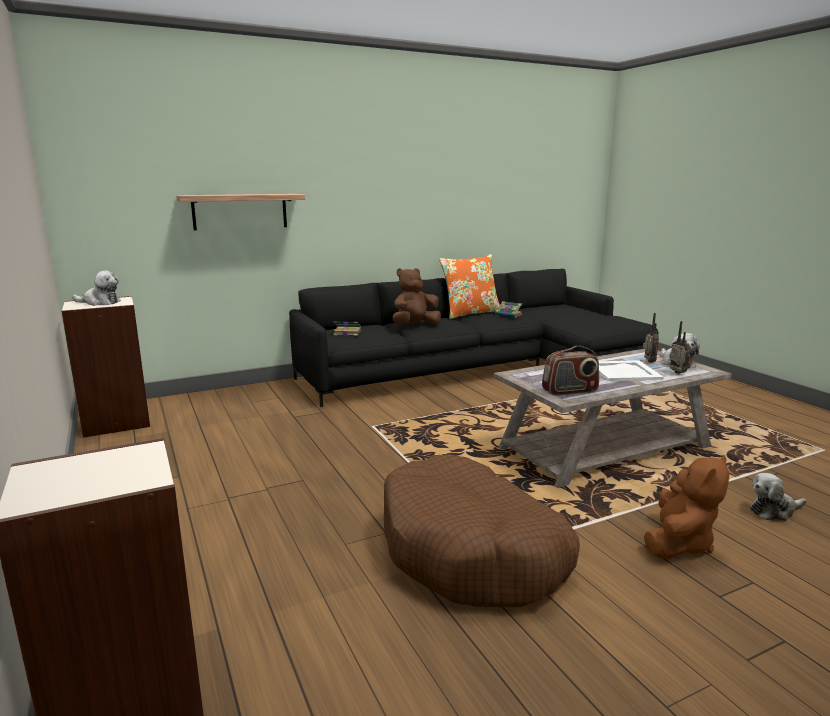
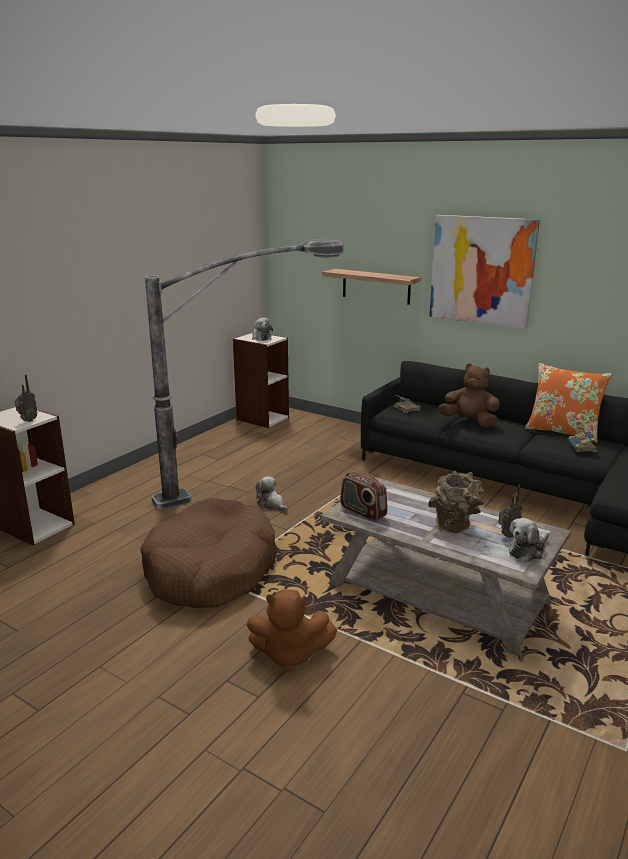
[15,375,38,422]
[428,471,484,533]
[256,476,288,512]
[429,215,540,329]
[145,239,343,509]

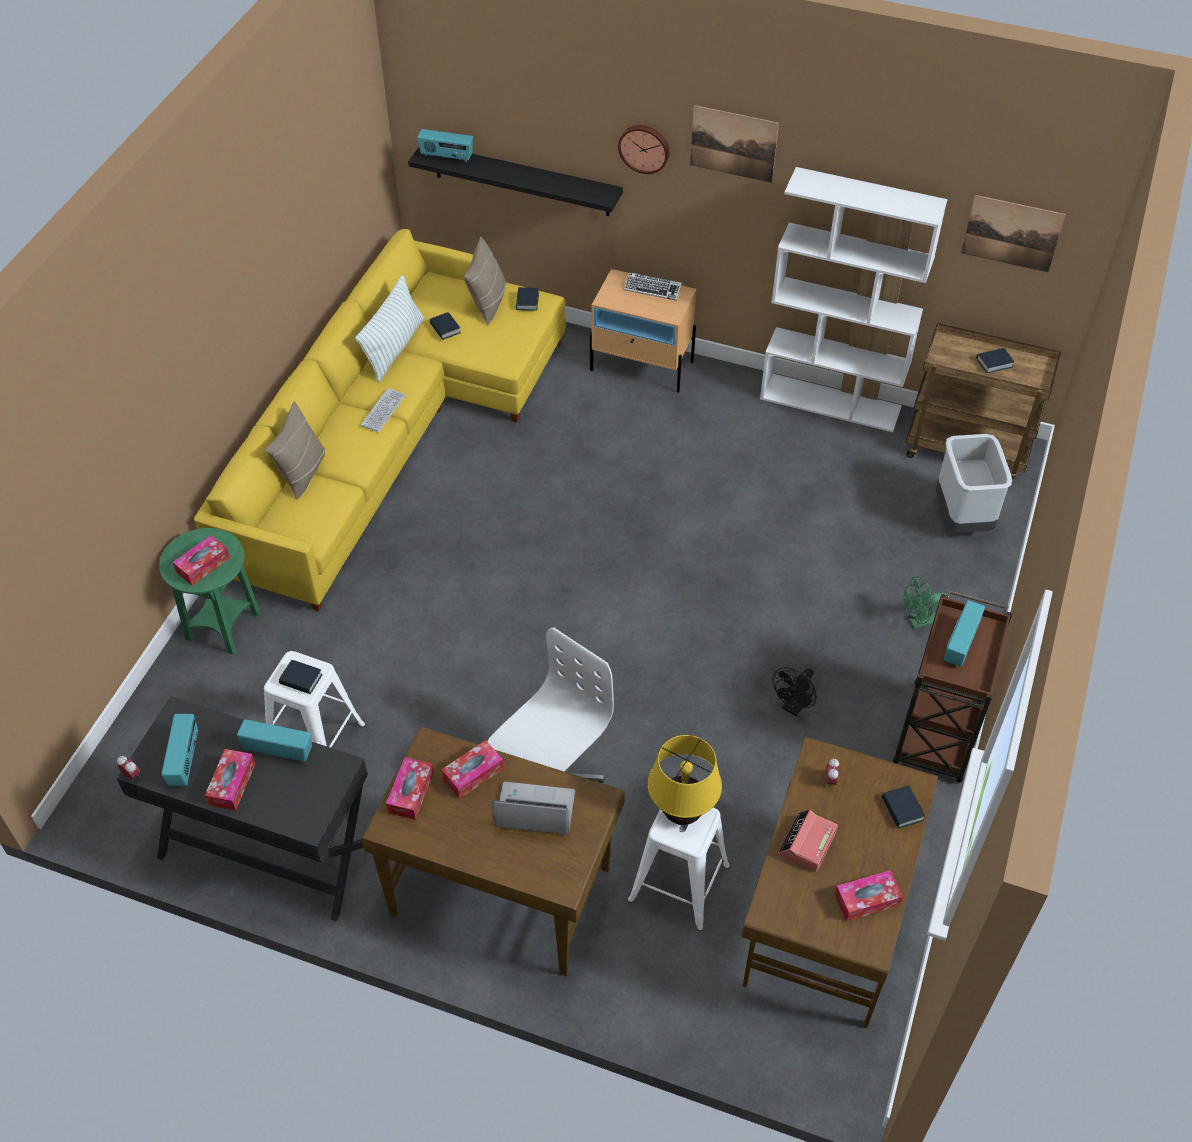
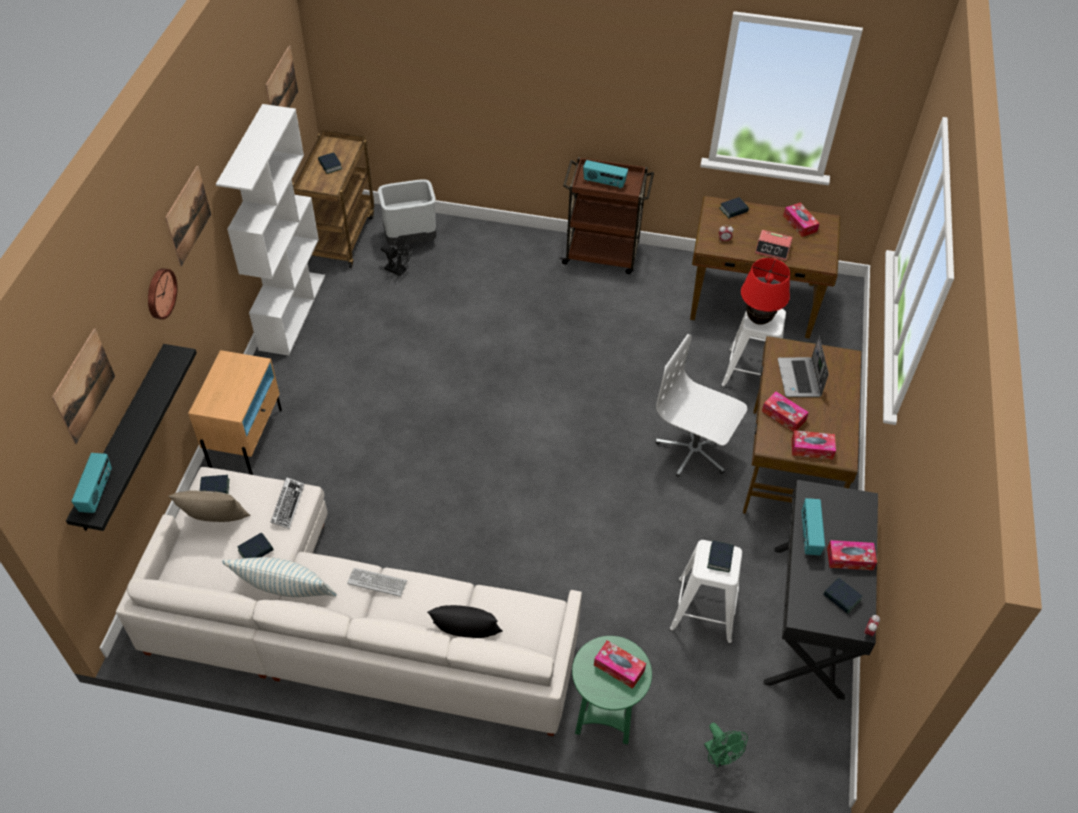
[116,467,582,736]
[270,477,304,529]
[427,605,503,638]
[704,723,748,767]
[381,236,411,276]
[823,578,862,614]
[741,258,790,325]
[52,328,115,444]

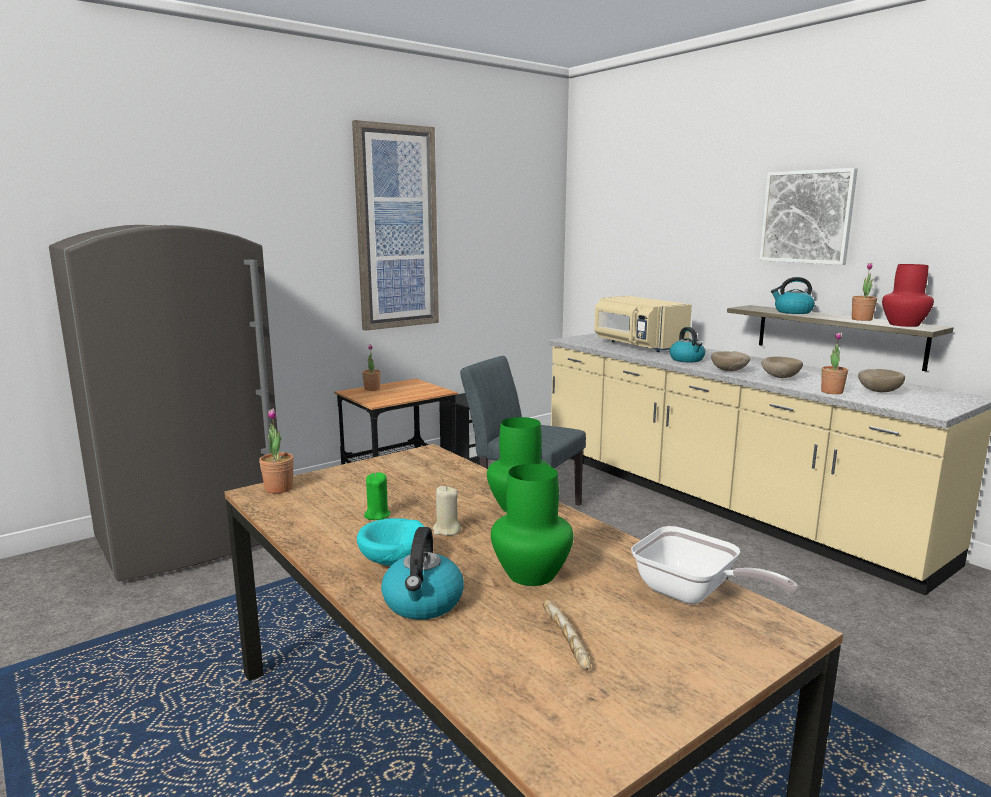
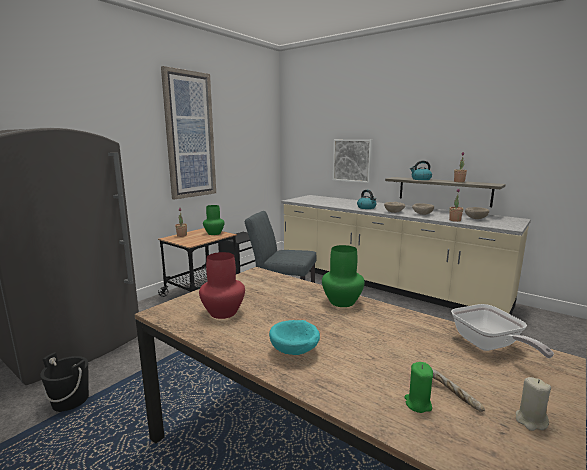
[333,139,372,183]
[199,252,245,319]
[594,296,692,352] (first image)
[259,409,294,494] (first image)
[203,205,225,235]
[404,362,433,413]
[516,377,551,431]
[451,304,554,358]
[381,527,464,620] (first image)
[40,352,89,412]

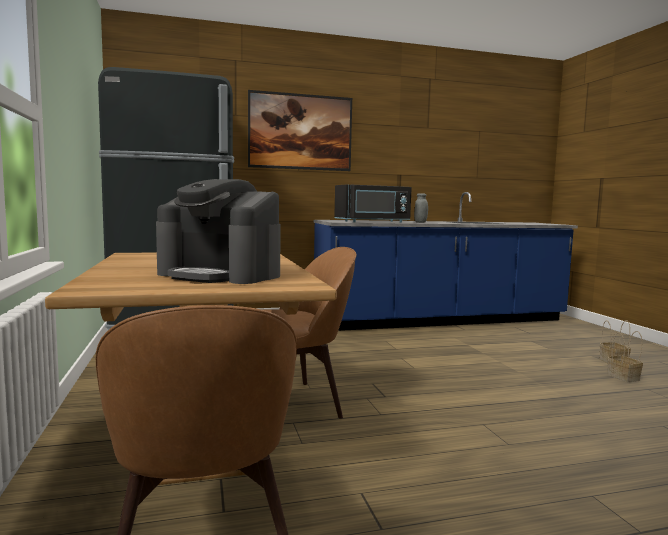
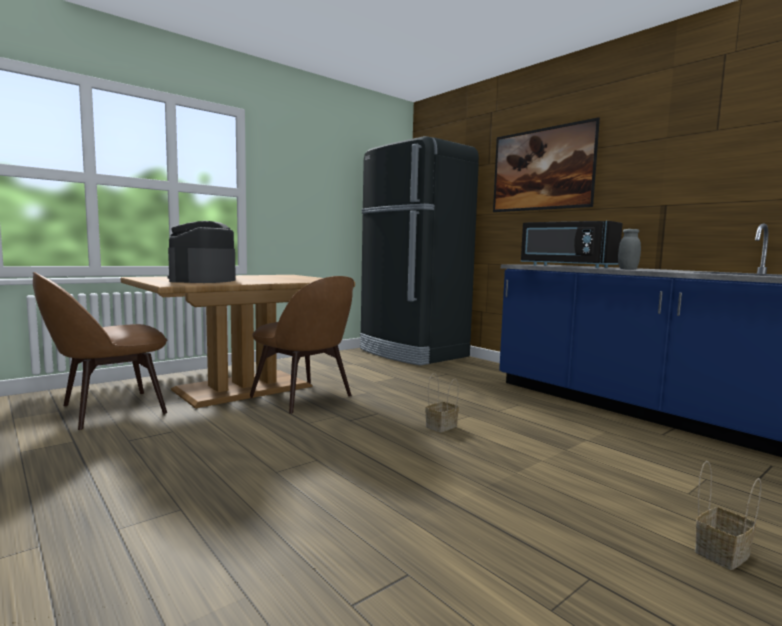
[425,373,459,433]

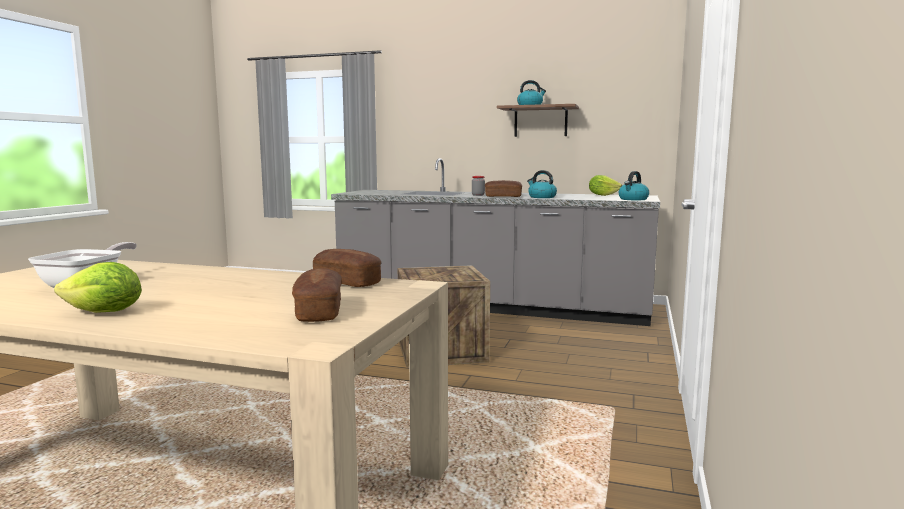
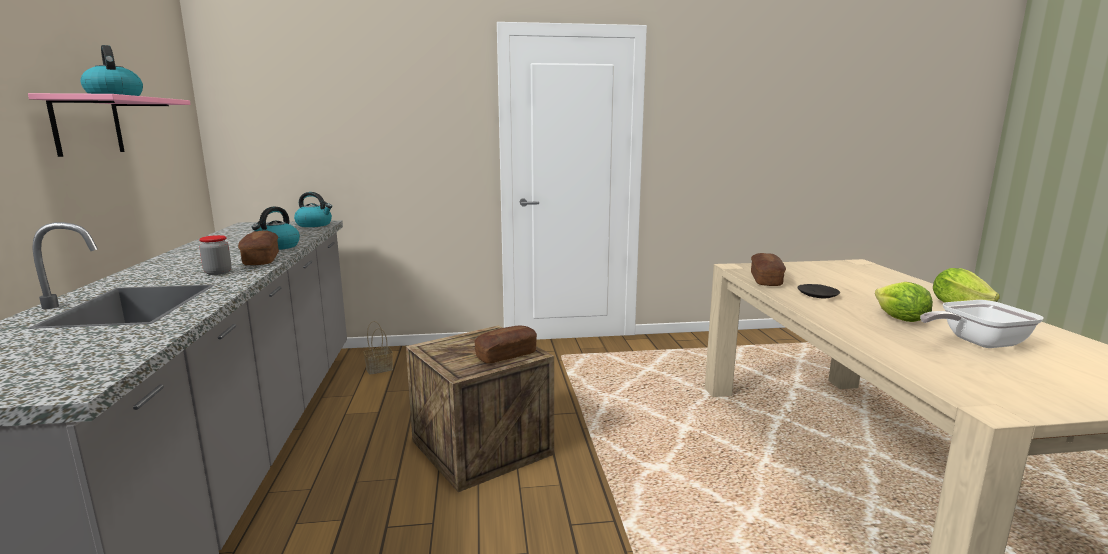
[28,93,191,157]
[875,282,933,322]
[474,326,537,363]
[797,284,840,298]
[364,321,393,375]

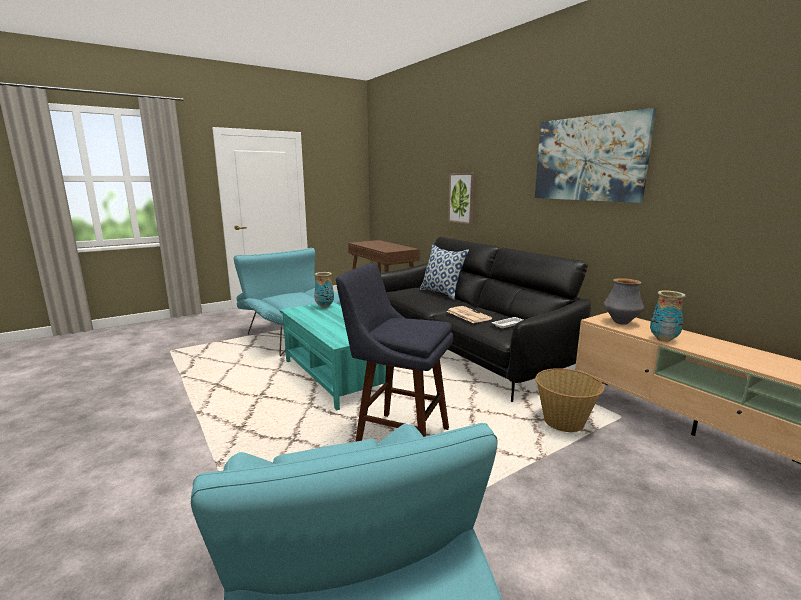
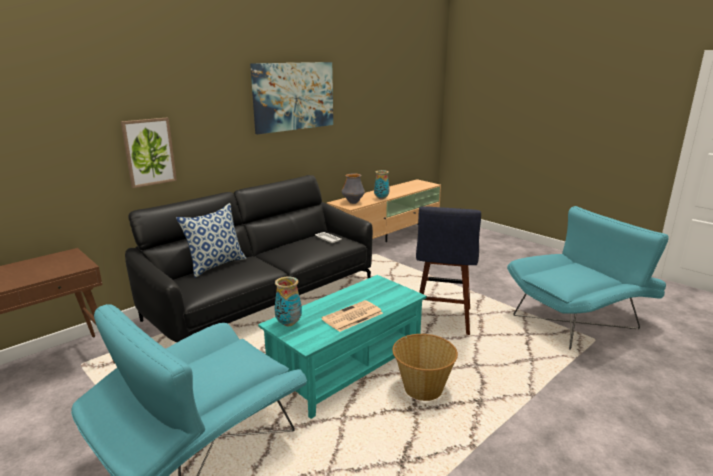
[321,300,383,332]
[393,334,458,401]

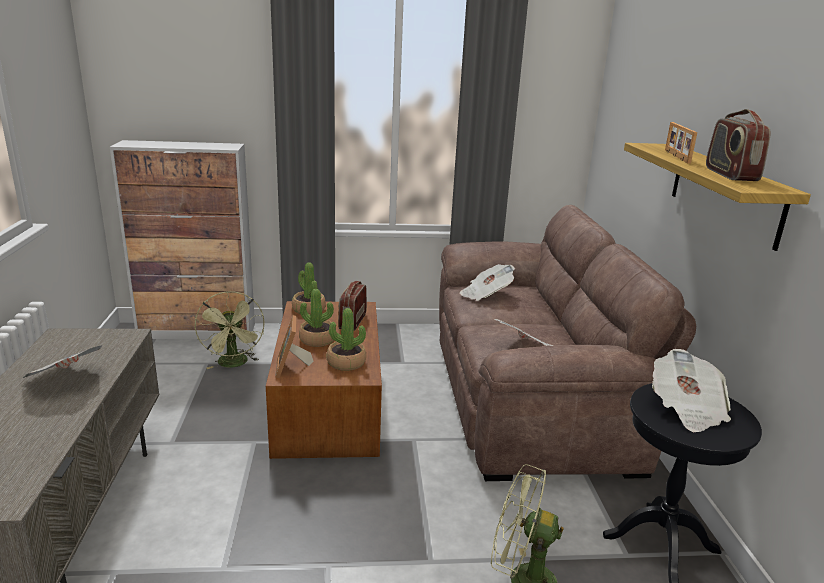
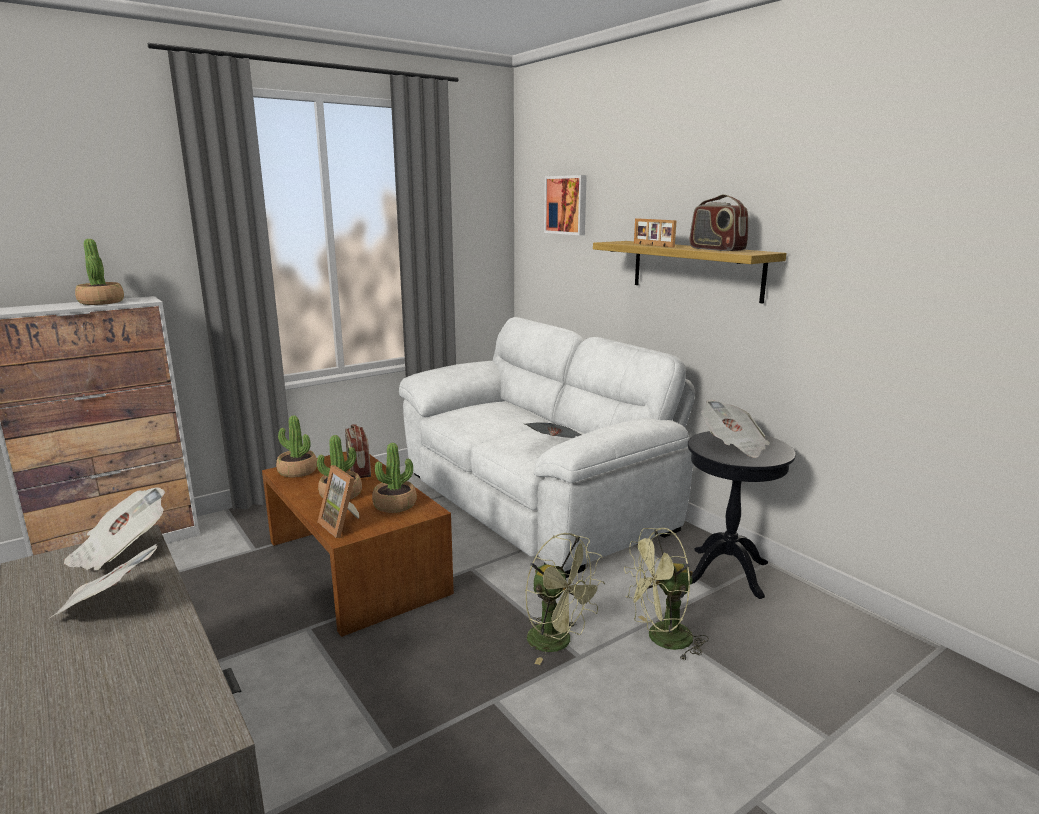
[399,317,695,578]
[64,487,165,571]
[525,533,605,665]
[544,175,587,235]
[75,239,124,305]

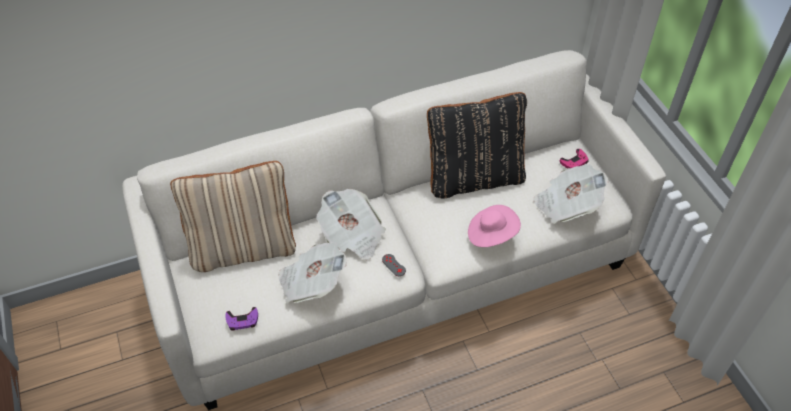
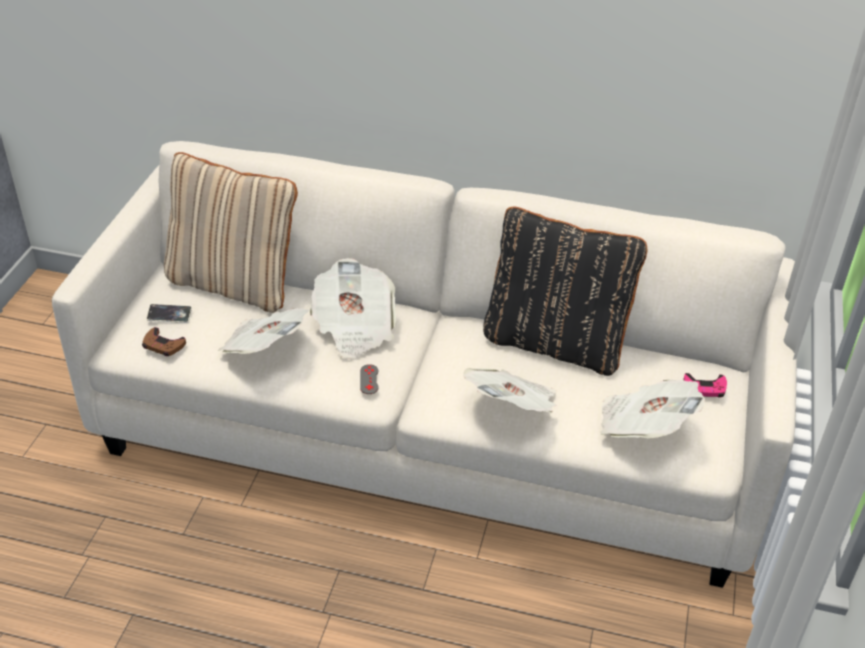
[463,368,557,413]
[142,327,186,356]
[146,304,192,323]

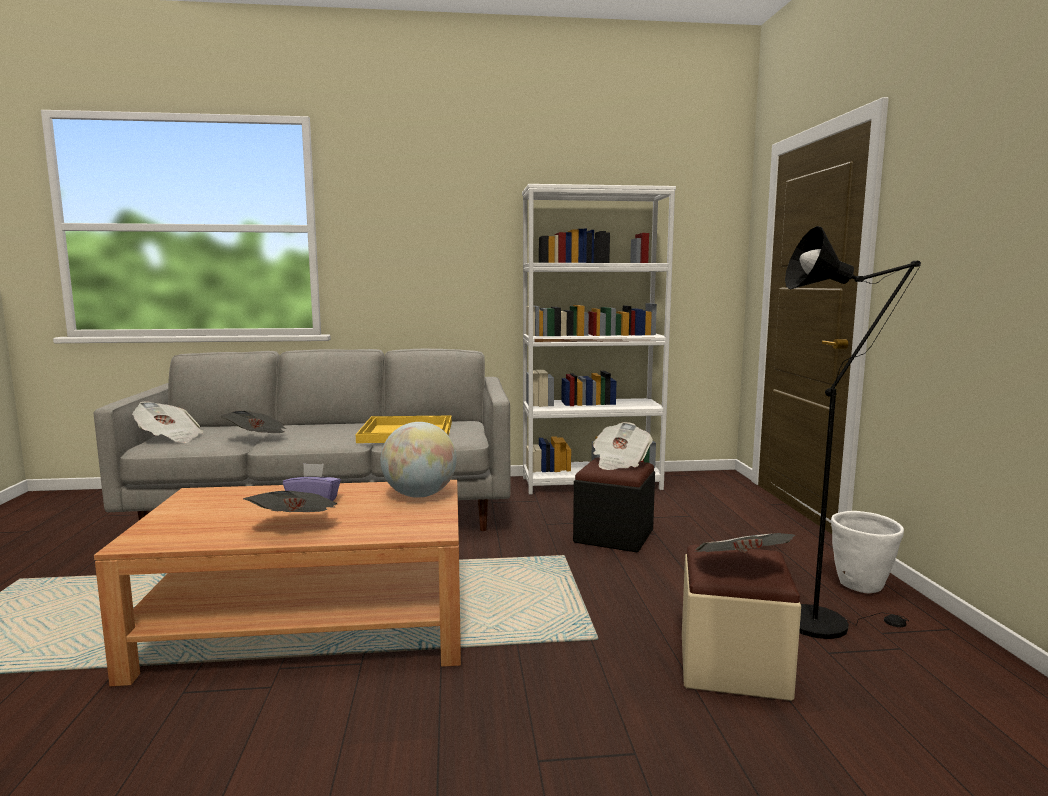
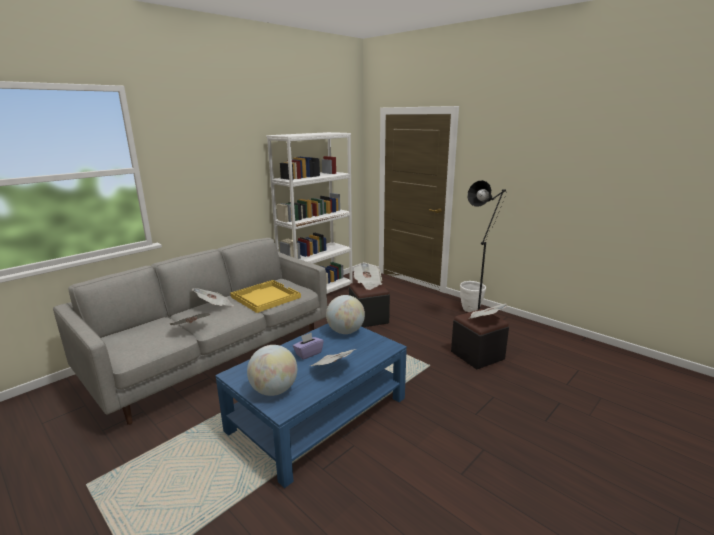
[192,288,234,306]
[215,323,407,488]
[451,309,509,370]
[247,345,297,396]

